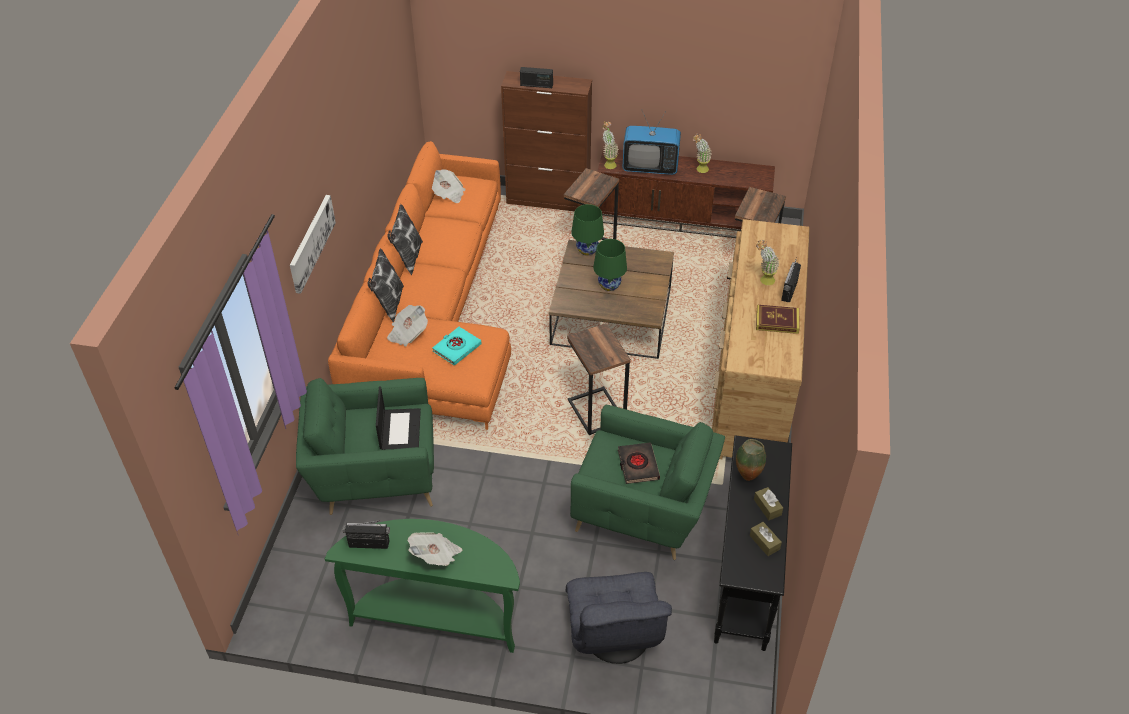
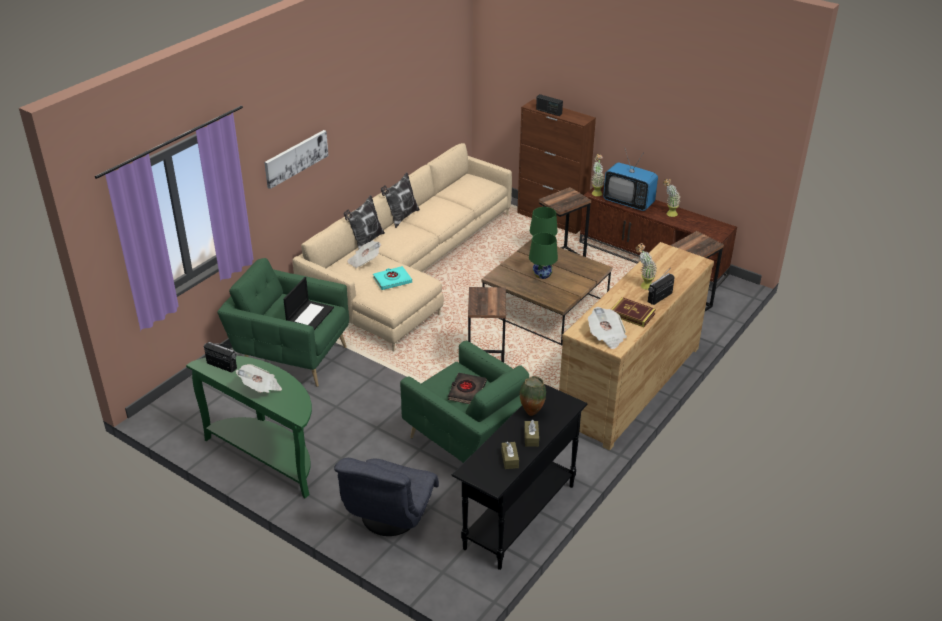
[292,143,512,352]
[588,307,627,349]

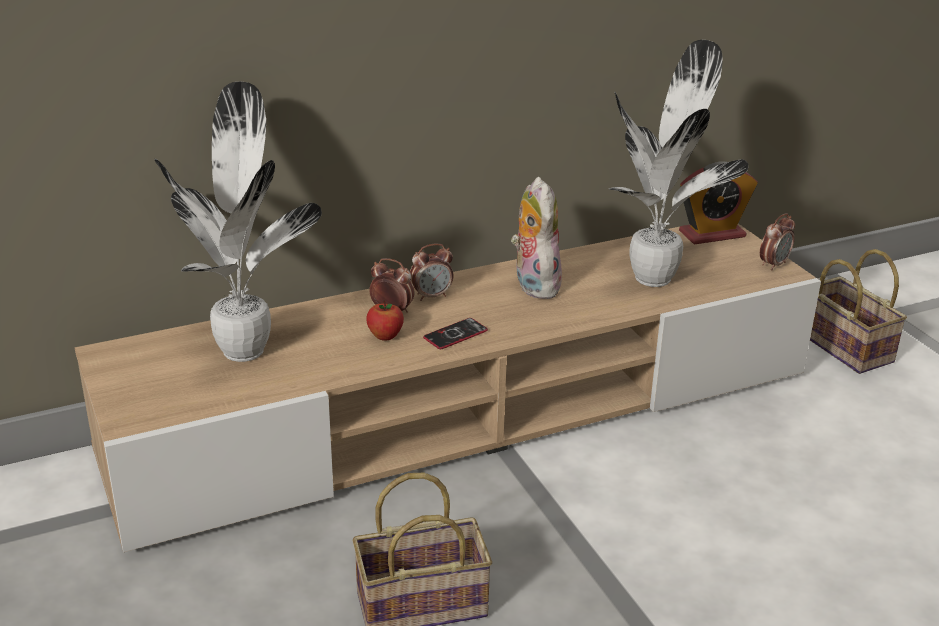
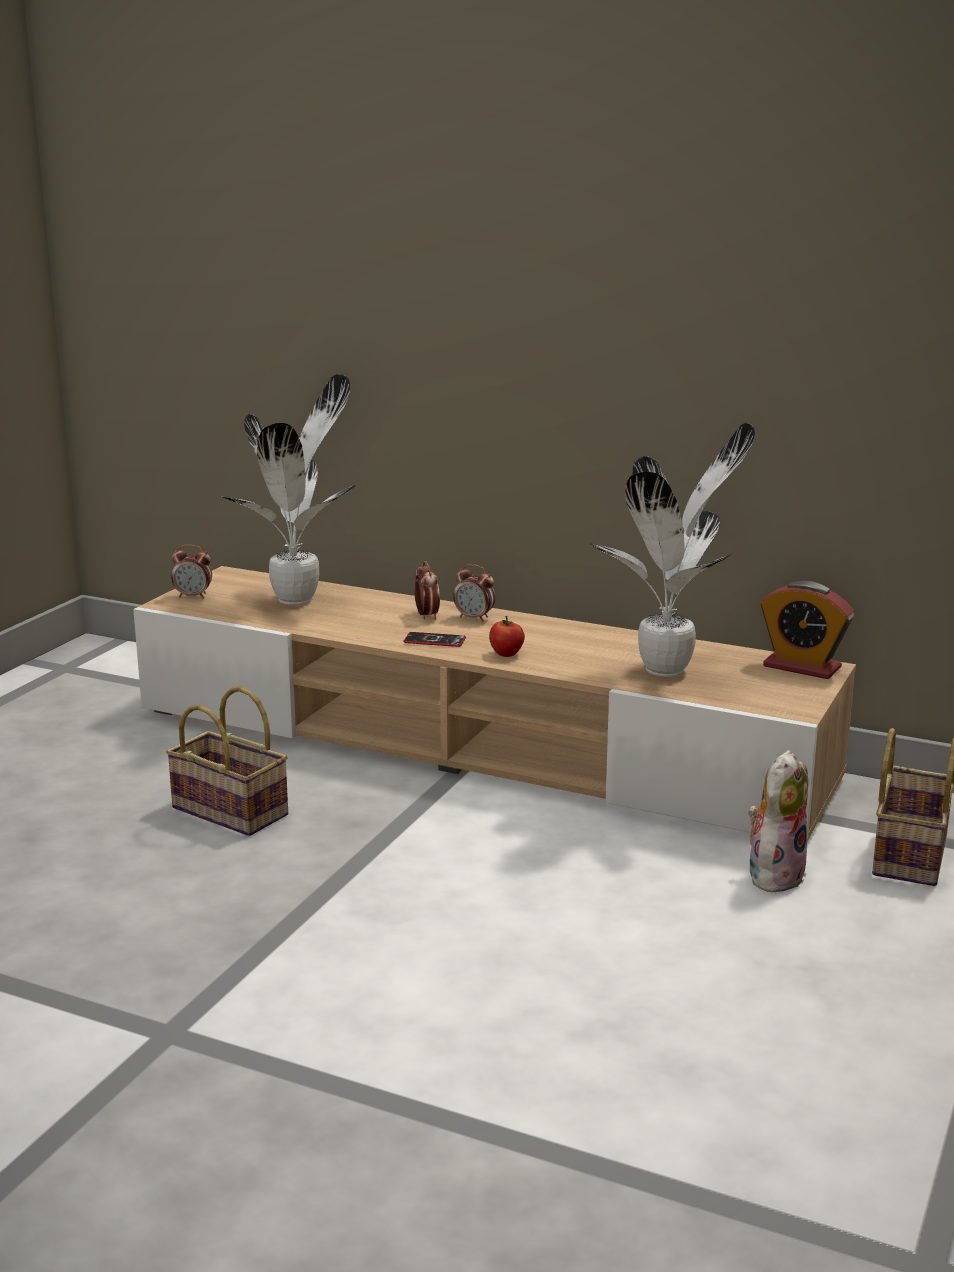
[748,750,808,892]
[171,544,212,599]
[489,616,525,657]

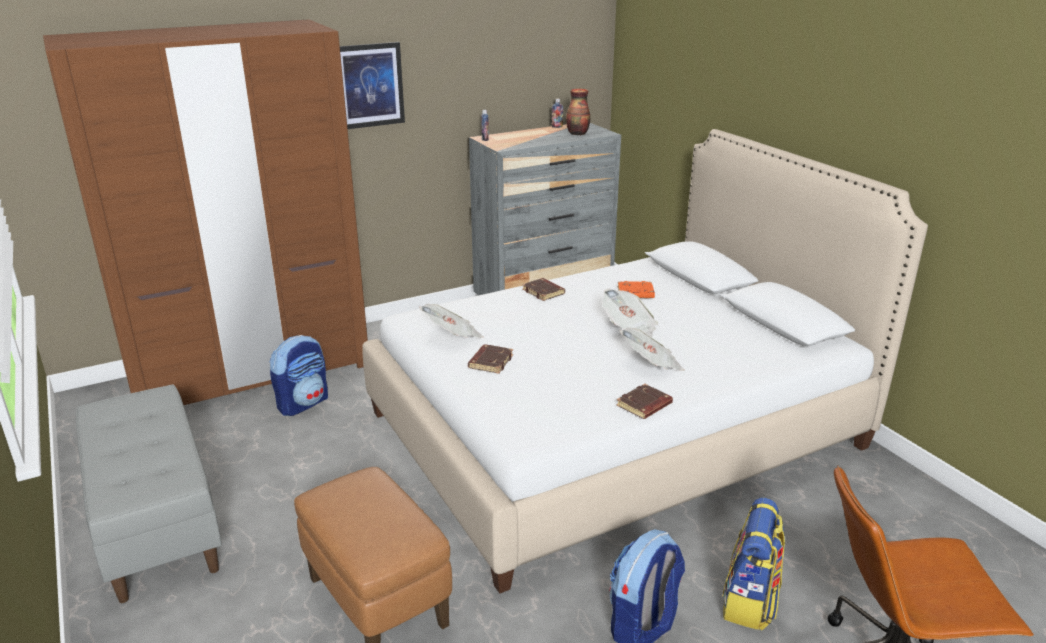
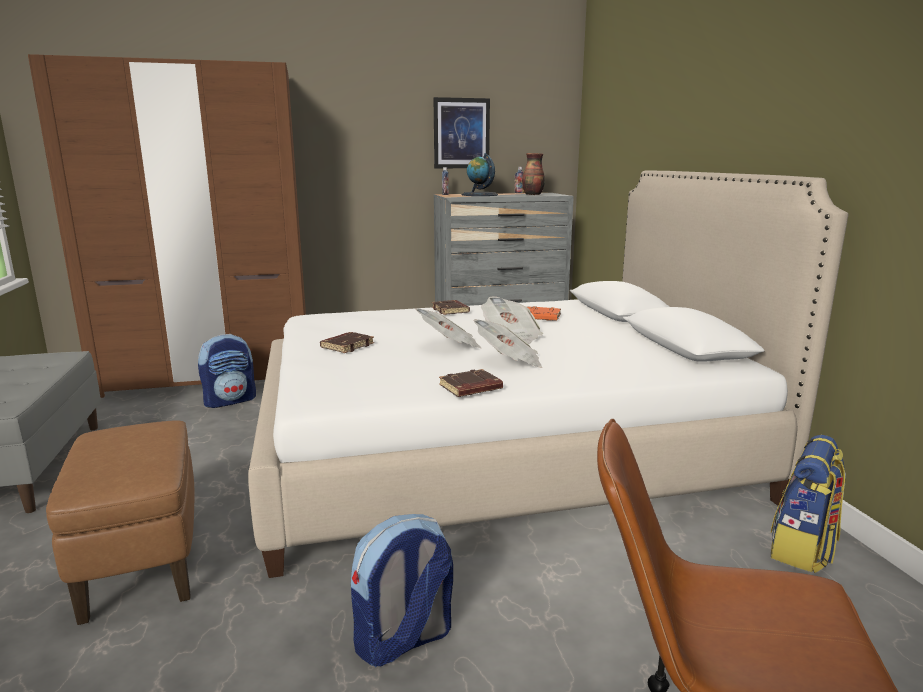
[434,97,490,168]
[415,308,481,348]
[771,435,846,573]
[462,153,498,196]

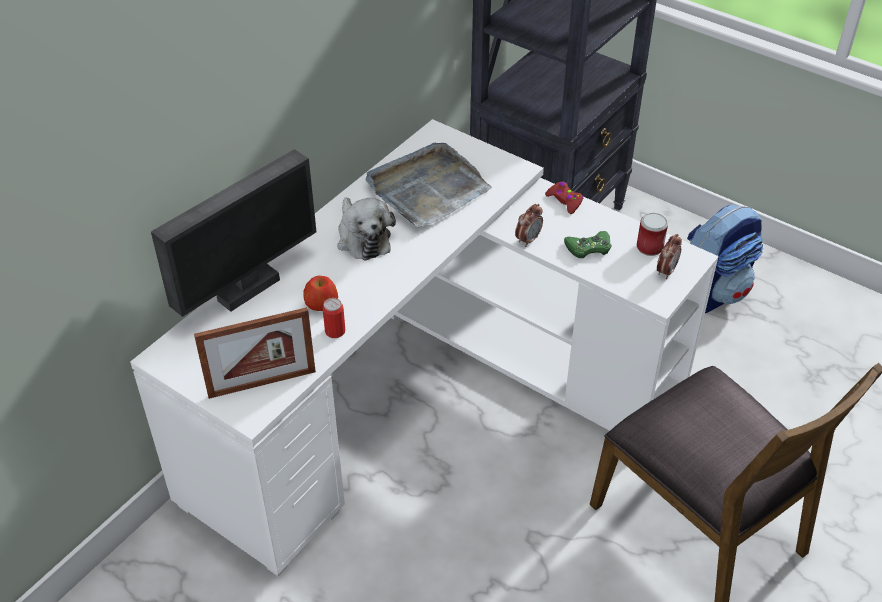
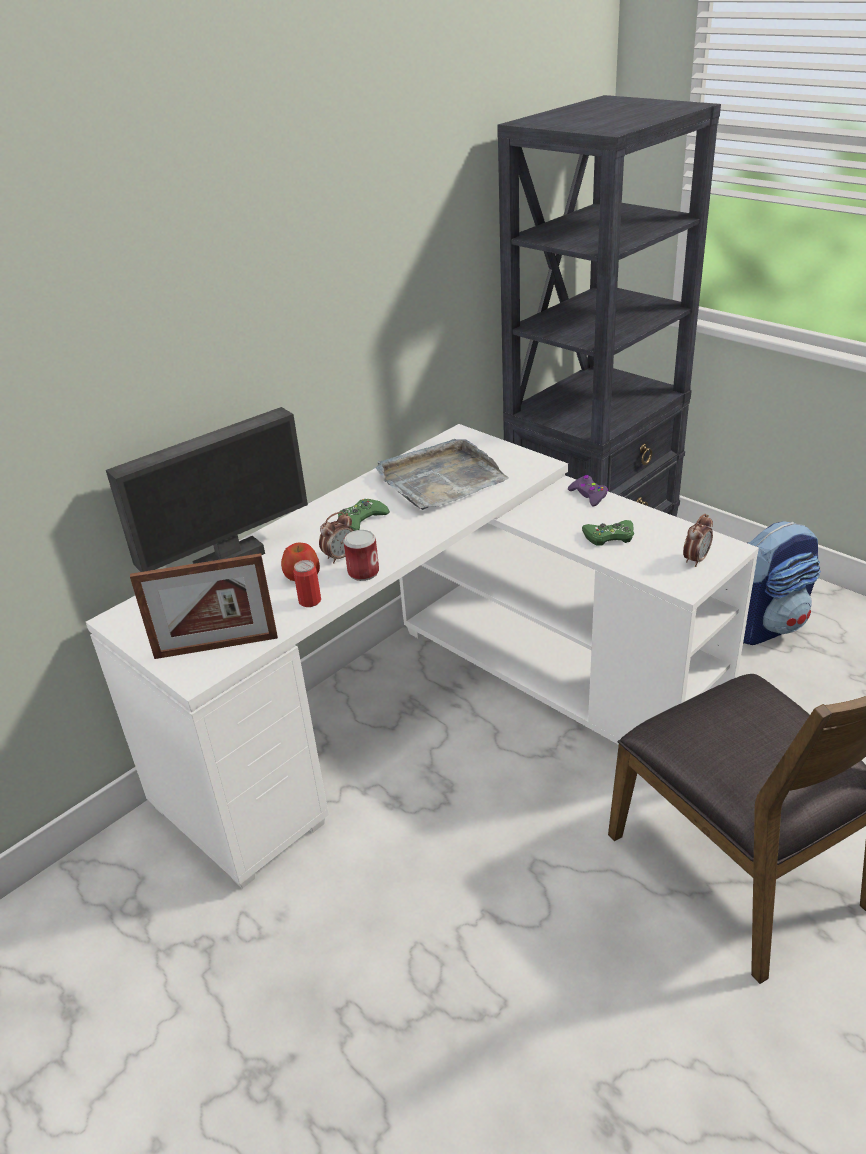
[568,475,608,507]
[338,499,390,531]
[319,512,354,564]
[344,530,379,581]

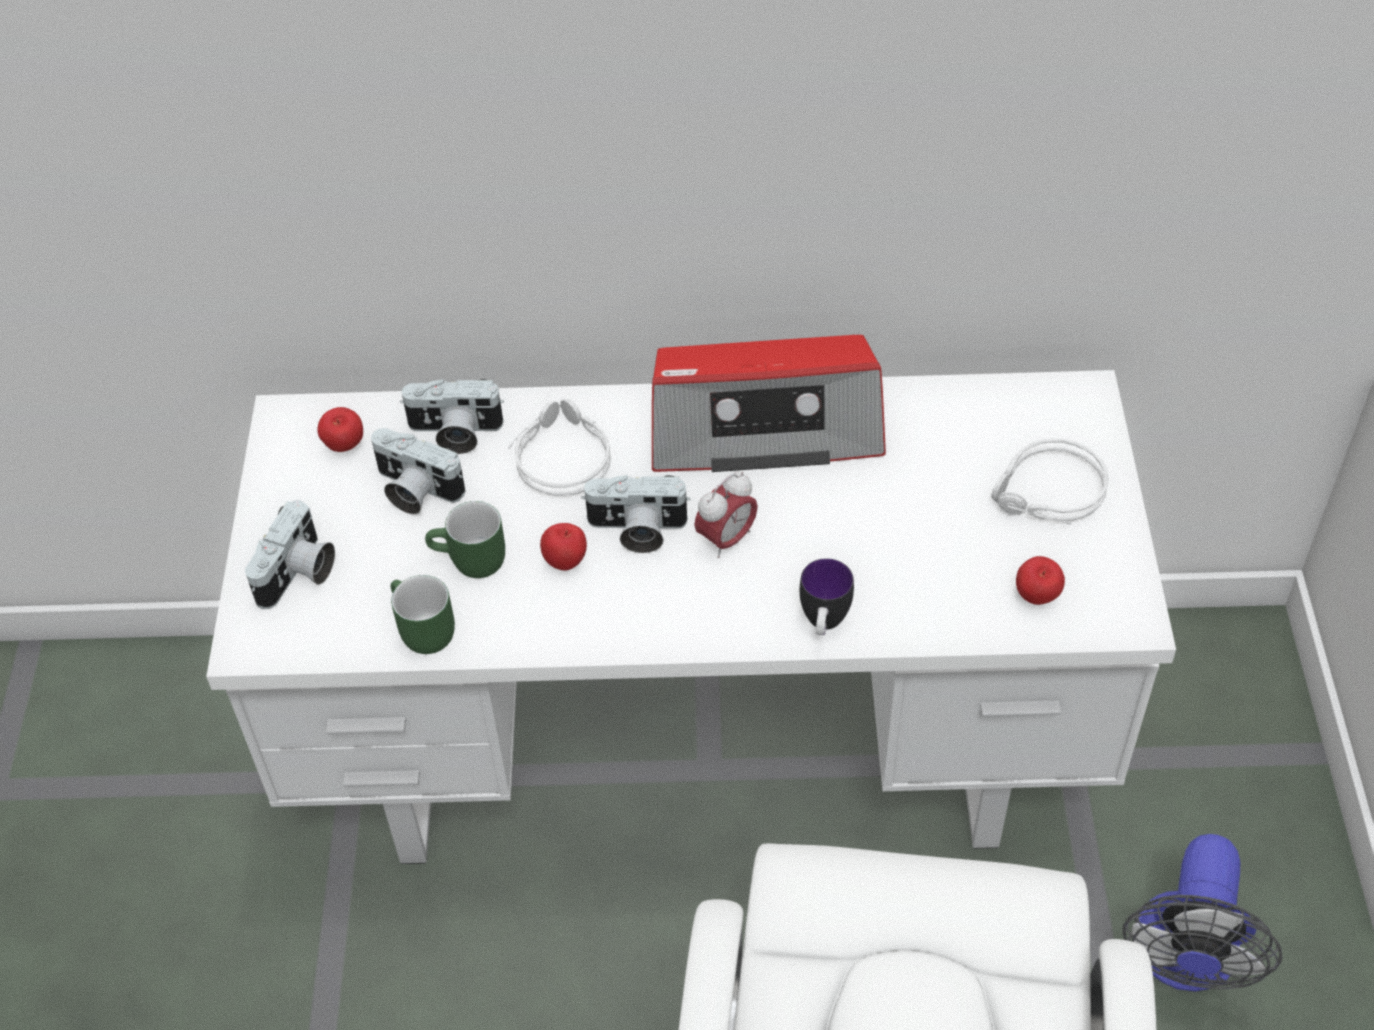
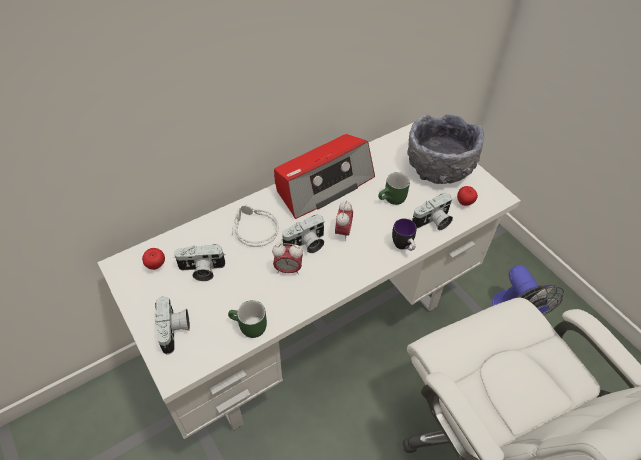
[412,193,453,230]
[407,114,484,184]
[378,172,410,205]
[272,243,303,274]

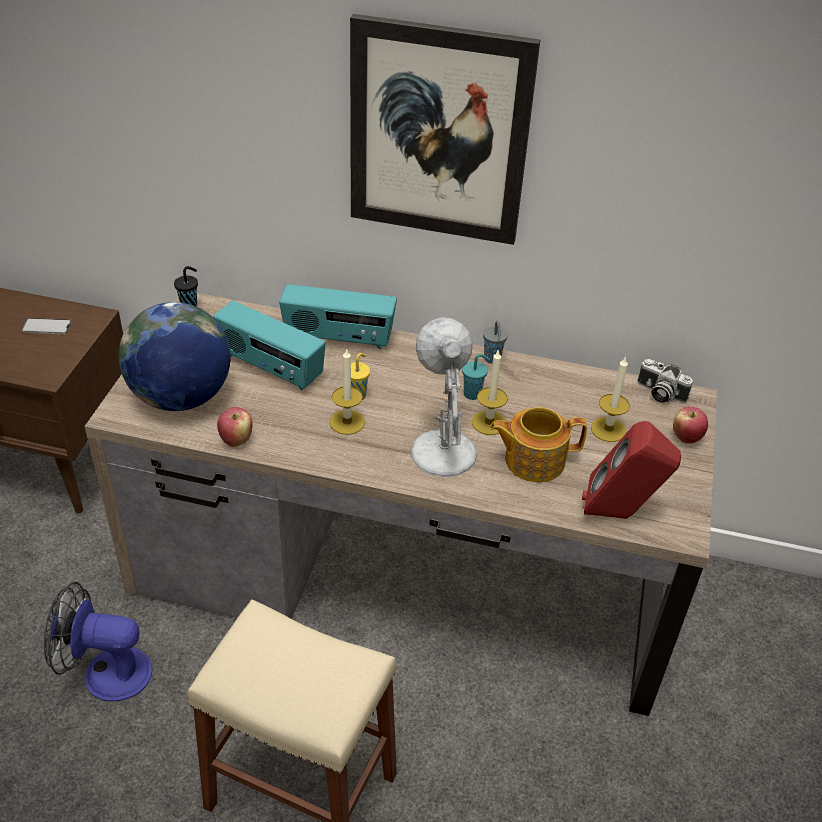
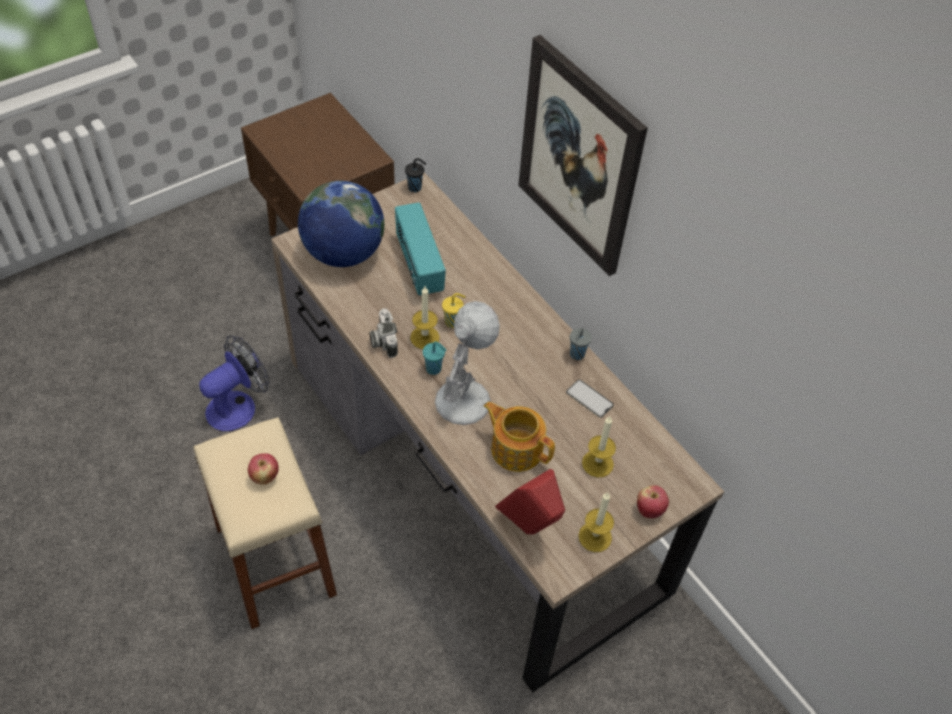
[279,284,397,349] (first image)
[566,379,614,418]
[579,492,614,552]
[423,342,447,375]
[370,308,398,358]
[248,453,279,485]
[199,335,269,431]

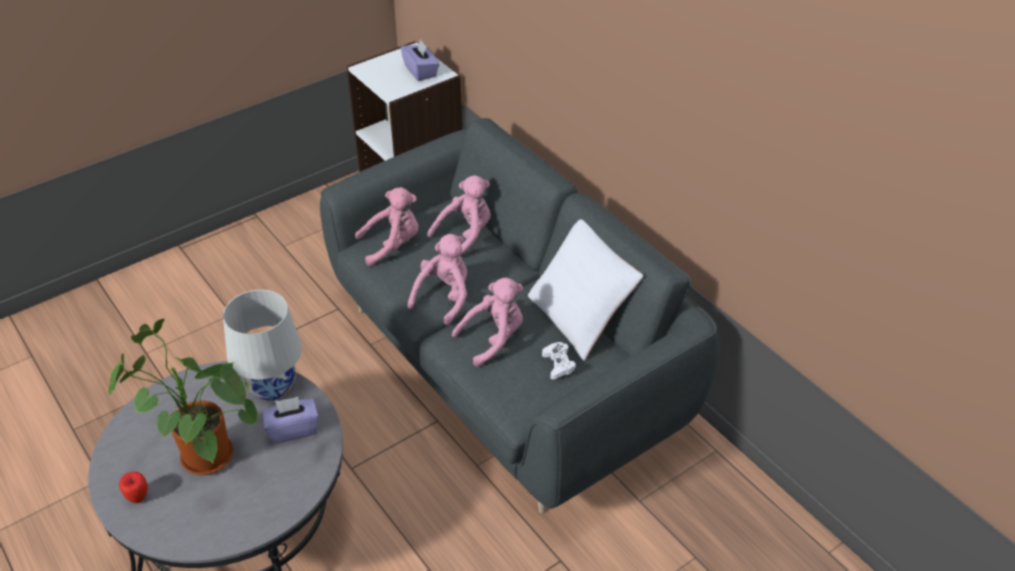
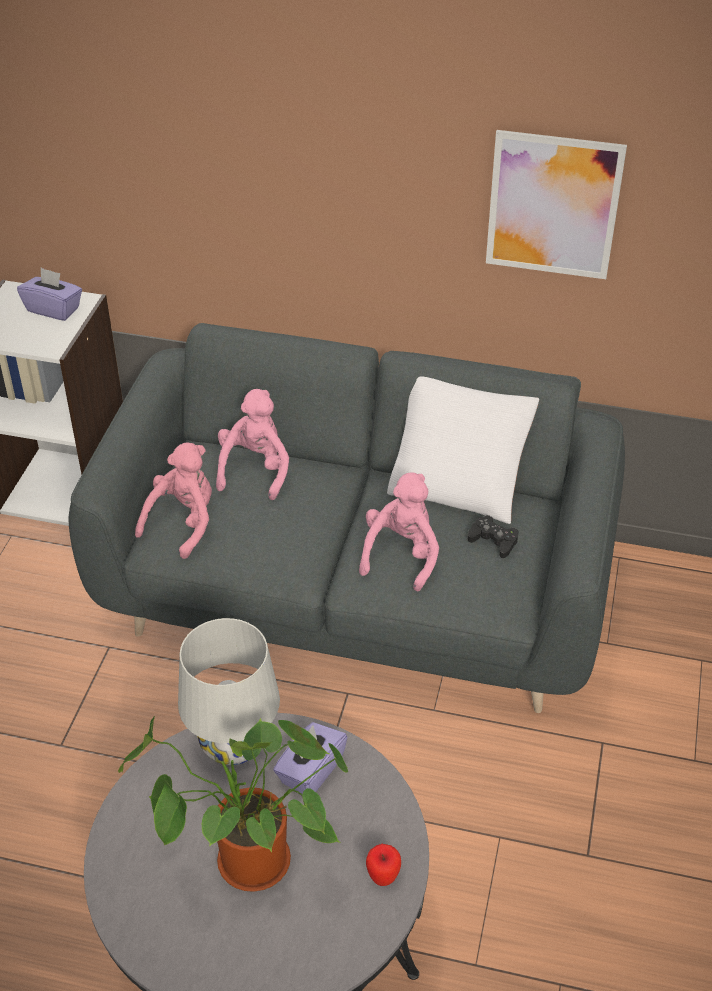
[408,234,467,325] (first image)
[468,515,519,558]
[366,844,401,886]
[486,130,627,279]

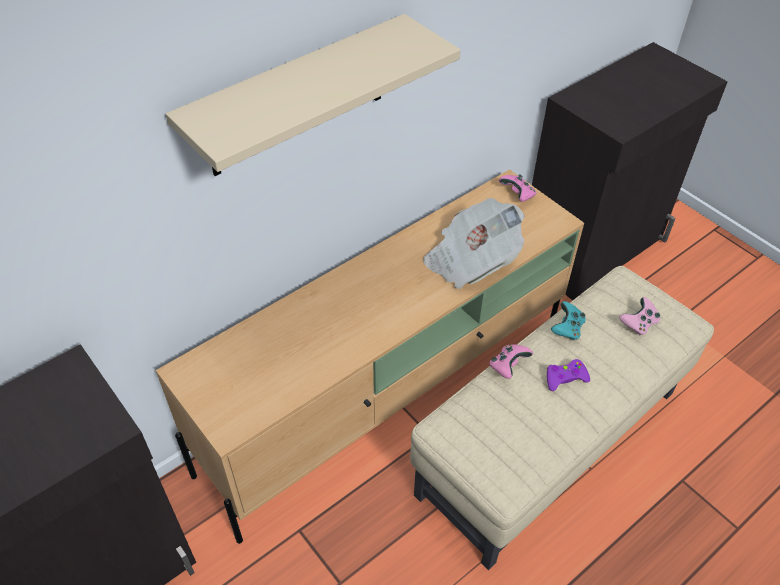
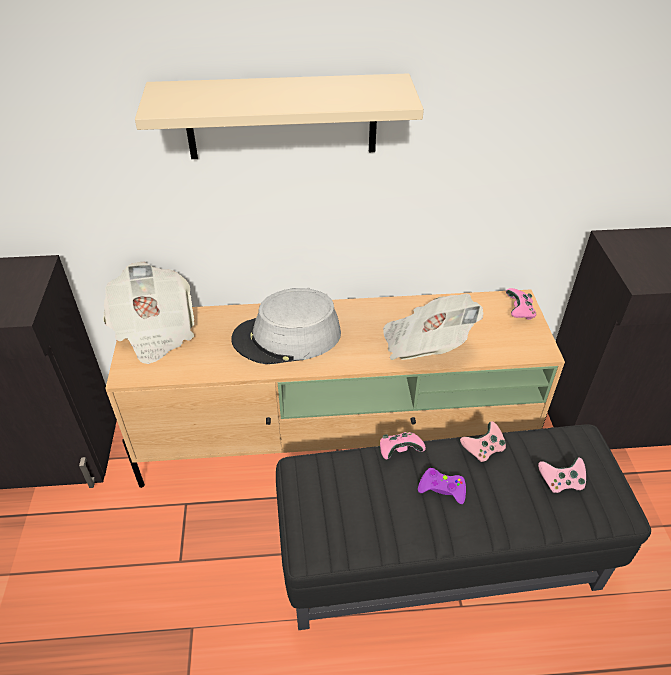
[276,424,651,630]
[460,421,506,462]
[103,262,194,364]
[231,288,341,364]

